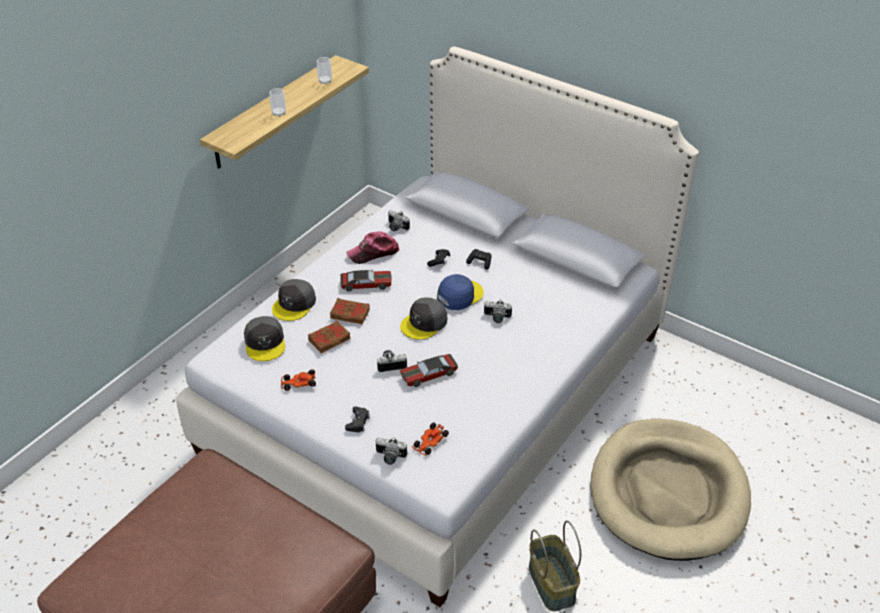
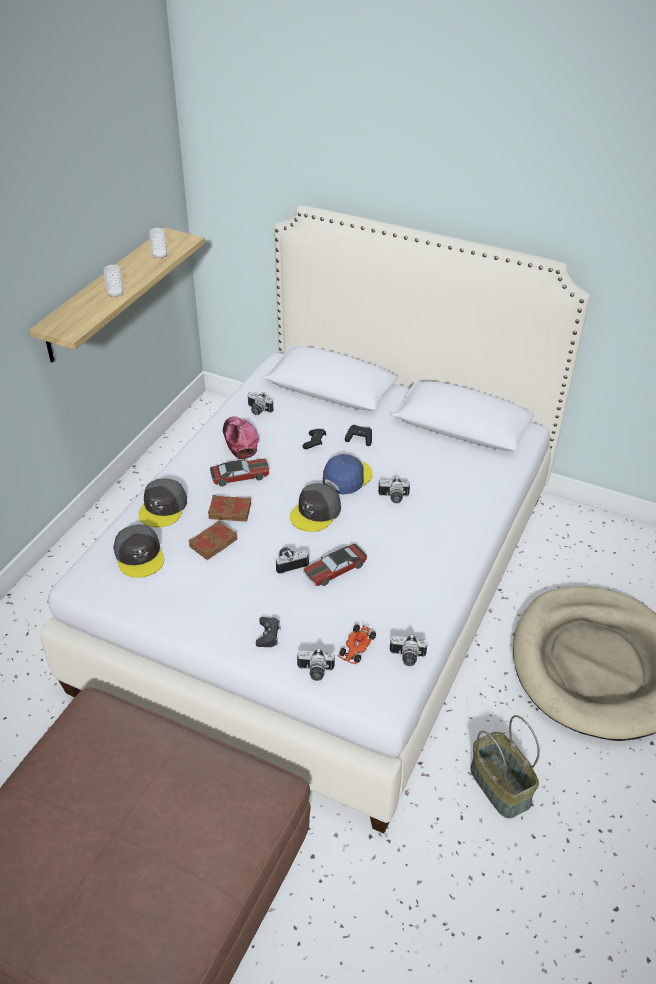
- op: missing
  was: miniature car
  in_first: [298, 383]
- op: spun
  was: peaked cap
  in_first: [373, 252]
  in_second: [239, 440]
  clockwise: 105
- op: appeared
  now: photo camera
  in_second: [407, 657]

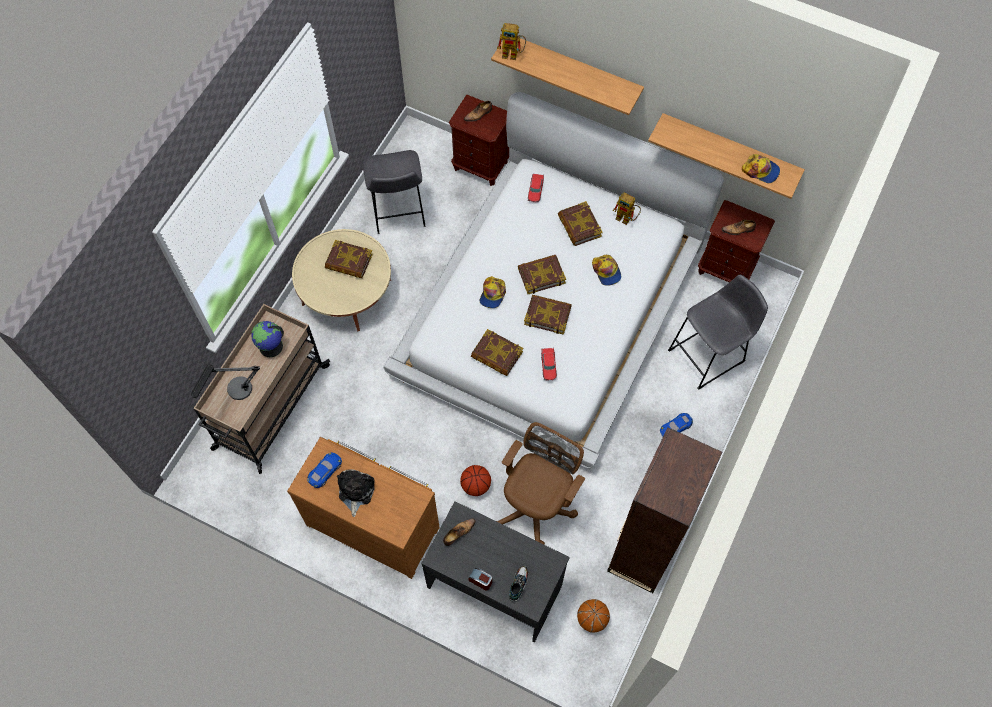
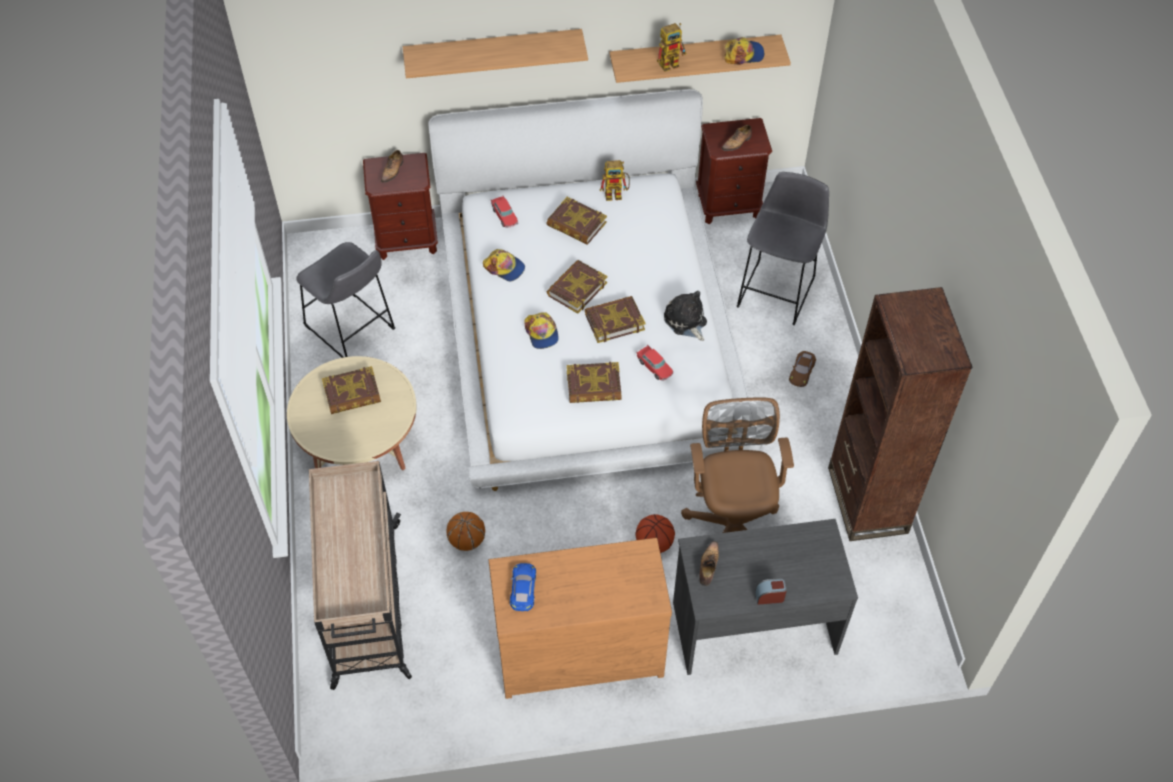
- op: missing
  was: lamp for a table
  in_first: [235, 394]
- op: missing
  was: desk globe
  in_first: [271, 347]
- op: relocated
  was: cuddly toy
  in_first: [355, 491]
  in_second: [686, 322]
- op: relocated
  was: toy robot
  in_first: [513, 54]
  in_second: [672, 63]
- op: missing
  was: shoe
  in_first: [518, 584]
- op: relocated
  was: basketball
  in_first: [592, 619]
  in_second: [467, 540]
- op: relocated
  was: peaked cap
  in_first: [606, 271]
  in_second: [504, 267]
- op: colour
  was: miniature car (blue-coloured)
  now: miniature car (brownish)
  in_first: [675, 427]
  in_second: [802, 371]

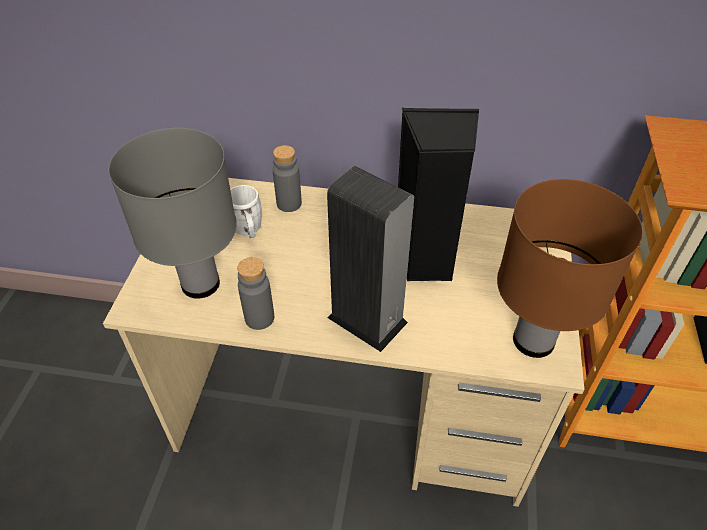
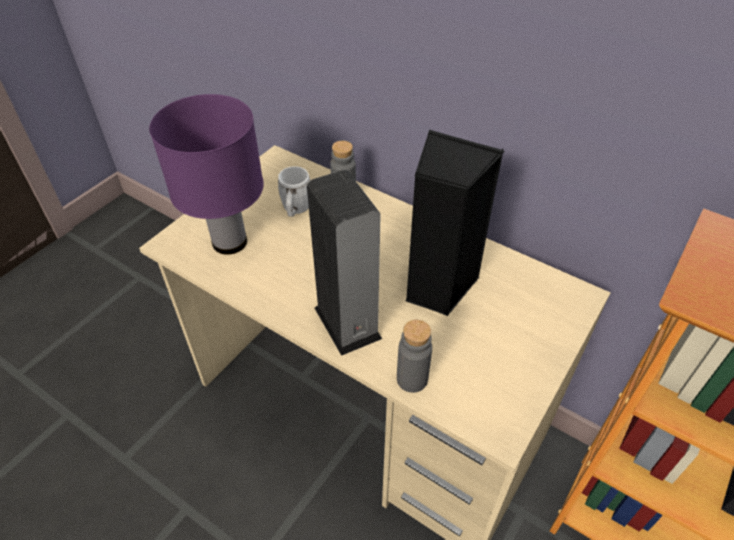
- op: colour
  was: lamp for a table (grey)
  now: lamp for a table (purple)
  in_first: [201, 283]
  in_second: [231, 242]
- op: relocated
  was: drink bottle (grey)
  in_first: [259, 318]
  in_second: [412, 379]
- op: missing
  was: lamp for a table (brownish)
  in_first: [532, 340]

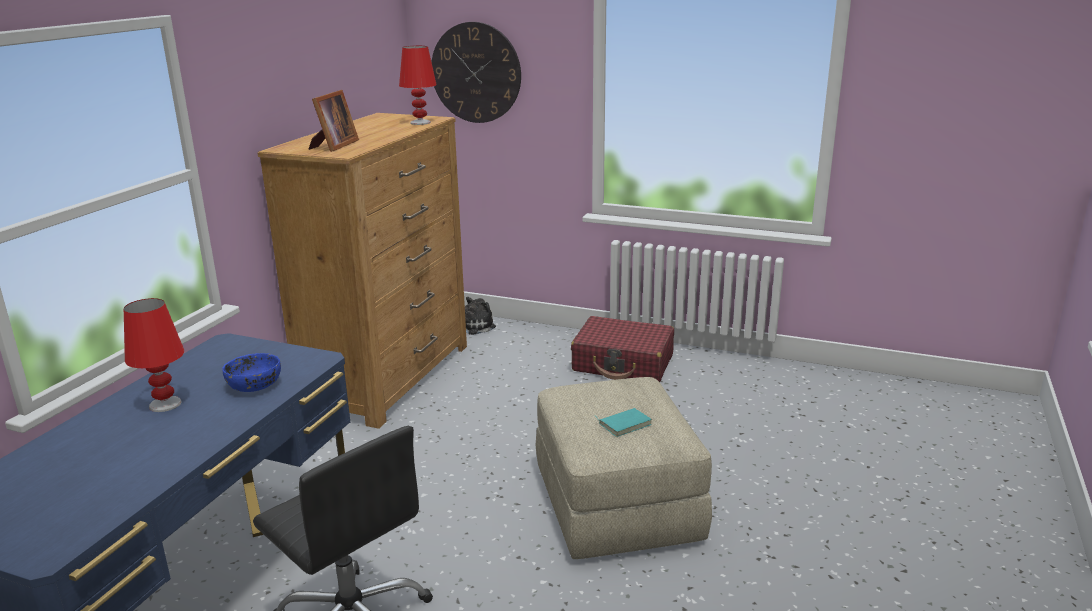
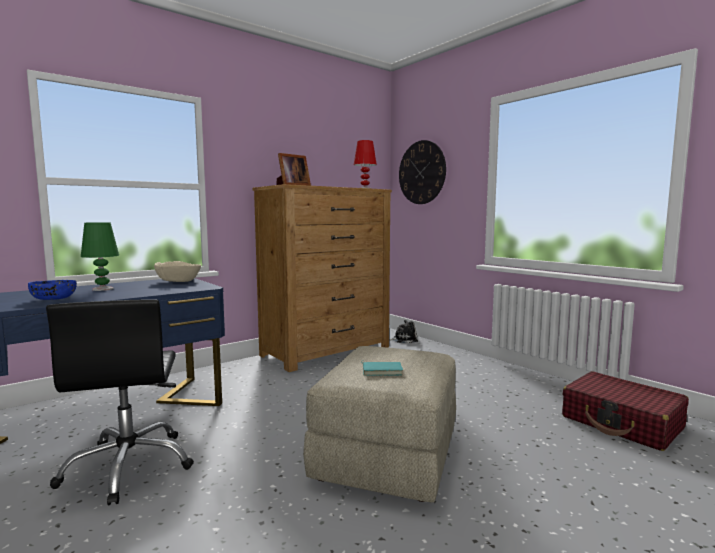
- op: colour
  was: lamp for a table (red-coloured)
  now: lamp for a table (green)
  in_first: [165, 404]
  in_second: [103, 289]
- op: relocated
  was: deep dish (blue-coloured)
  in_first: [255, 385]
  in_second: [54, 299]
- op: relocated
  was: suitcase (red-coloured)
  in_first: [623, 363]
  in_second: [622, 423]
- op: appeared
  now: deep dish (beige)
  in_second: [178, 281]

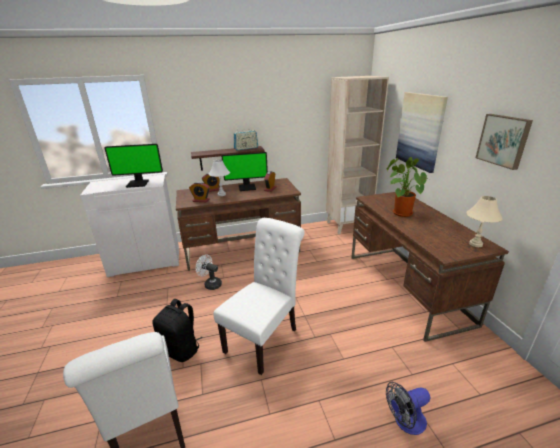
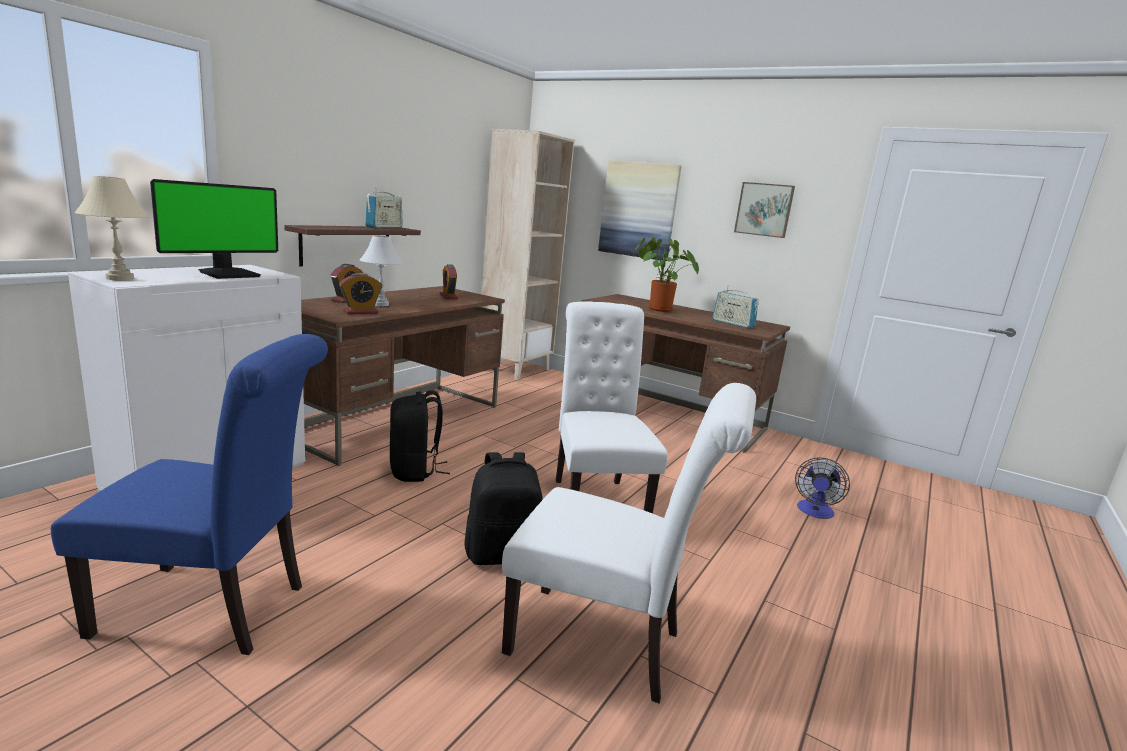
- op: exchanged
  was: cooling fan (white-coloured)
  now: knapsack (black)
  in_first: [210, 284]
  in_second: [415, 471]
- op: missing
  was: computer display
  in_first: [247, 187]
- op: relocated
  was: lamp for a table (beige)
  in_first: [475, 244]
  in_second: [120, 278]
- op: appeared
  now: upright chair (blue-coloured)
  in_second: [214, 610]
- op: appeared
  now: radio
  in_second: [732, 323]

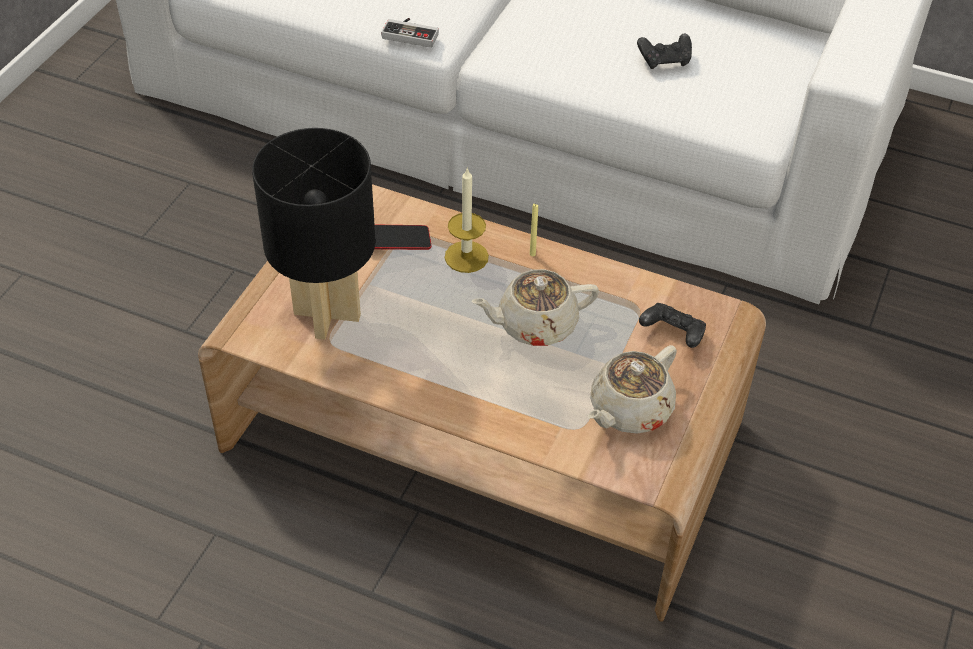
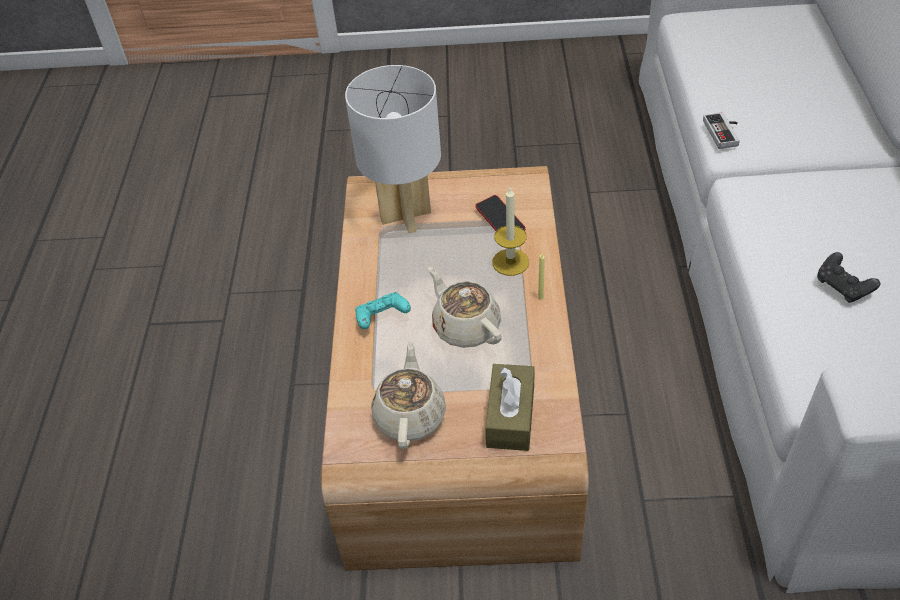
- op: colour
  was: lamp for a table (black)
  now: lamp for a table (white-coloured)
  in_first: [326, 313]
  in_second: [406, 215]
- op: spun
  was: tea pot (beige)
  in_first: [629, 410]
  in_second: [410, 415]
  clockwise: 75
- op: exchanged
  was: gamepad (black)
  now: box of tissues (brownish)
  in_first: [672, 334]
  in_second: [510, 416]
- op: appeared
  now: gamepad (turquoise-coloured)
  in_second: [382, 318]

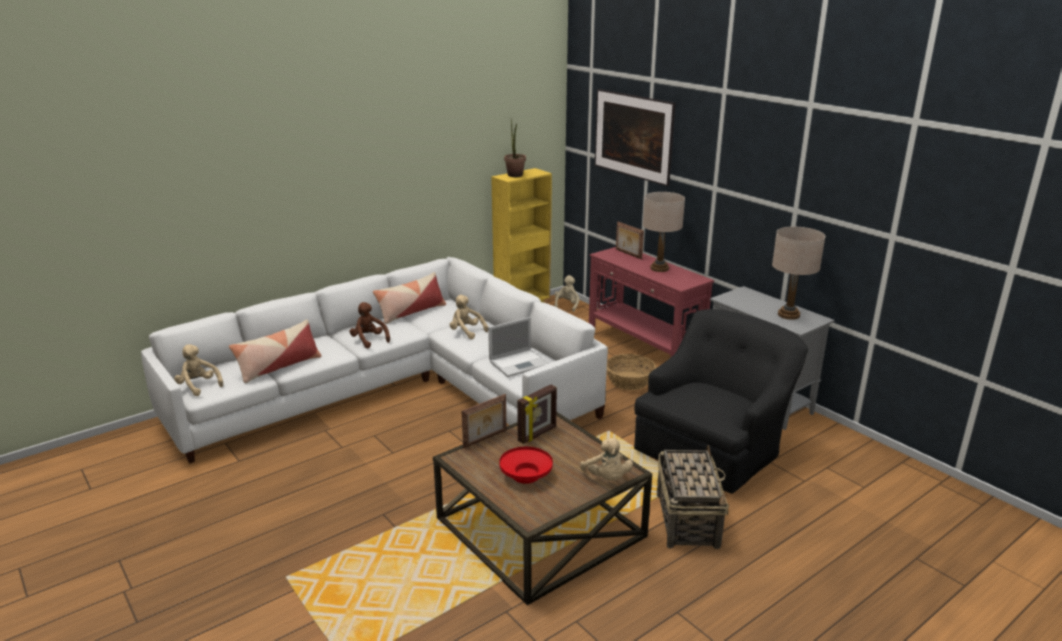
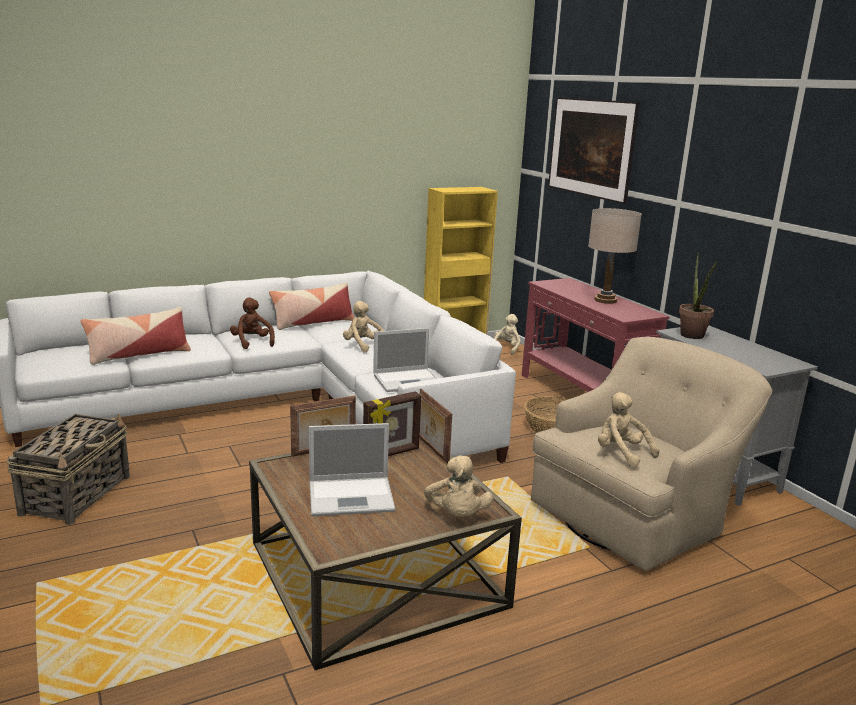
- op: relocated
  was: cuddly toy (beige)
  in_first: [198, 386]
  in_second: [621, 453]
- op: exchanged
  was: deep dish (red-coloured)
  now: notebook computer
  in_first: [526, 475]
  in_second: [353, 496]
- op: relocated
  was: houseplant
  in_first: [515, 176]
  in_second: [693, 337]
- op: relocated
  was: standing frame
  in_first: [628, 254]
  in_second: [432, 449]
- op: colour
  was: armchair (black)
  now: armchair (beige)
  in_first: [713, 448]
  in_second: [635, 514]
- op: relocated
  was: household basket
  in_first: [687, 519]
  in_second: [77, 494]
- op: missing
  was: lamp for a table (beige)
  in_first: [788, 315]

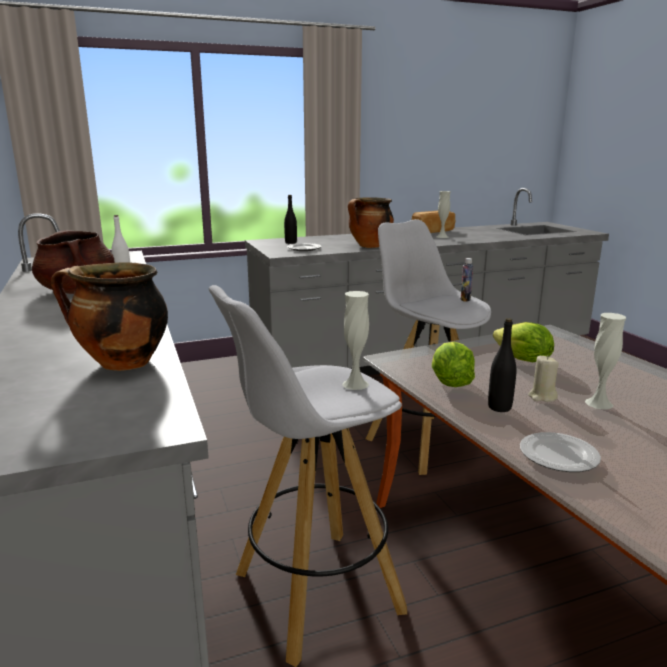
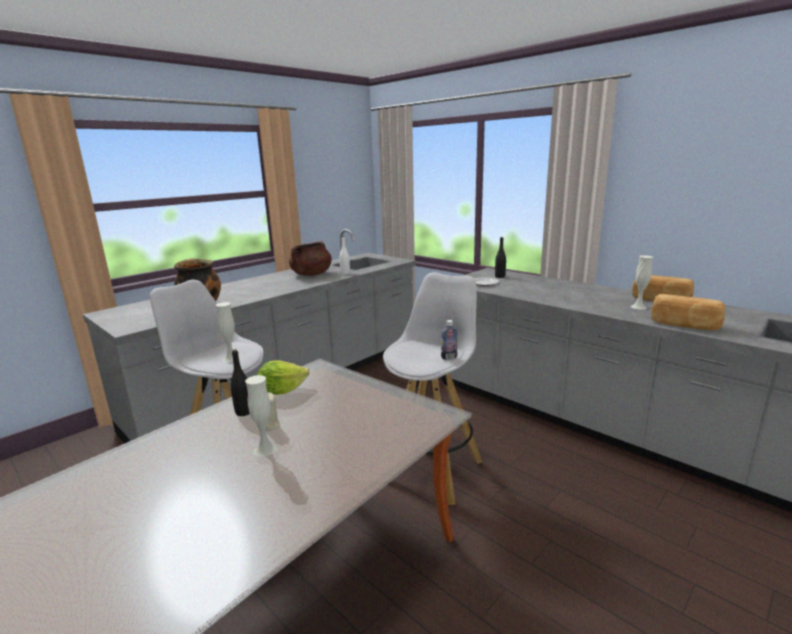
- op: missing
  was: saucepot
  in_first: [370, 246]
- op: missing
  was: head of lettuce
  in_first: [523, 360]
- op: missing
  was: plate
  in_first: [558, 455]
- op: appeared
  now: bakery bread
  in_second: [684, 325]

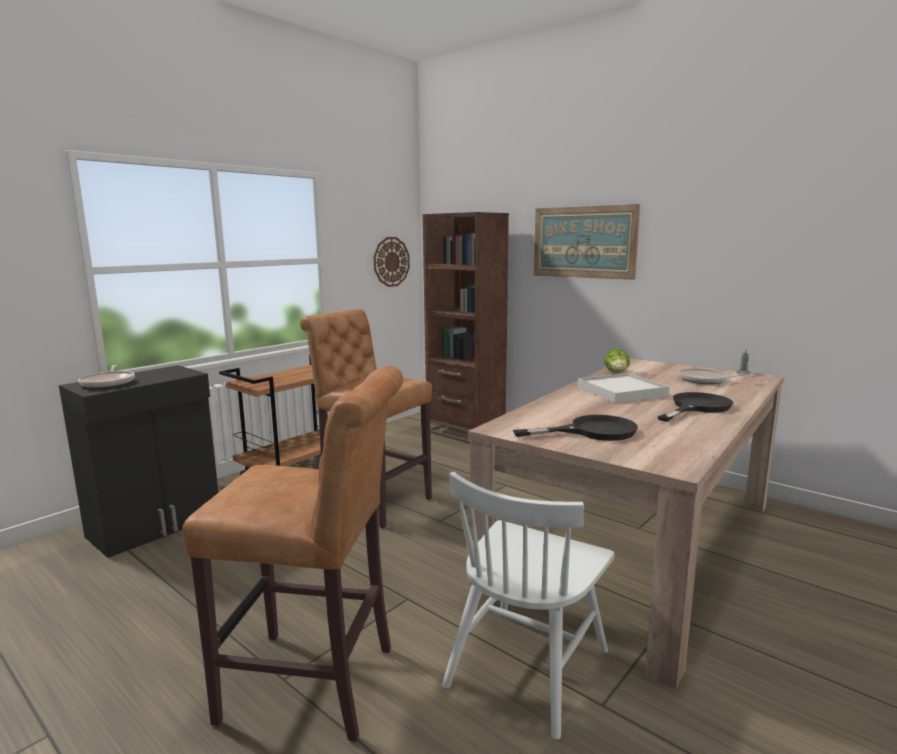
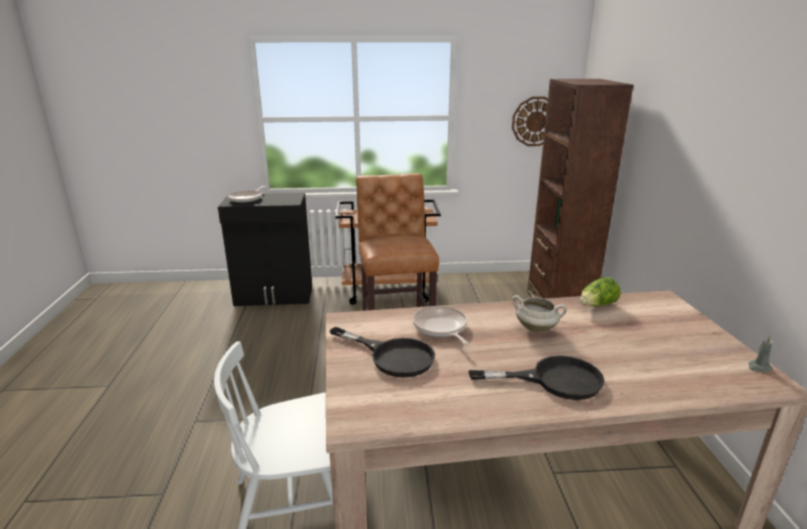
- op: missing
  was: sitting stool (brownish)
  in_first: [318, 685]
- op: missing
  was: picture
  in_first: [583, 242]
- op: exchanged
  was: serving tray (white-coloured)
  now: saucepot (white-coloured)
  in_first: [621, 391]
  in_second: [536, 328]
- op: relocated
  was: frying pan
  in_first: [705, 380]
  in_second: [441, 327]

